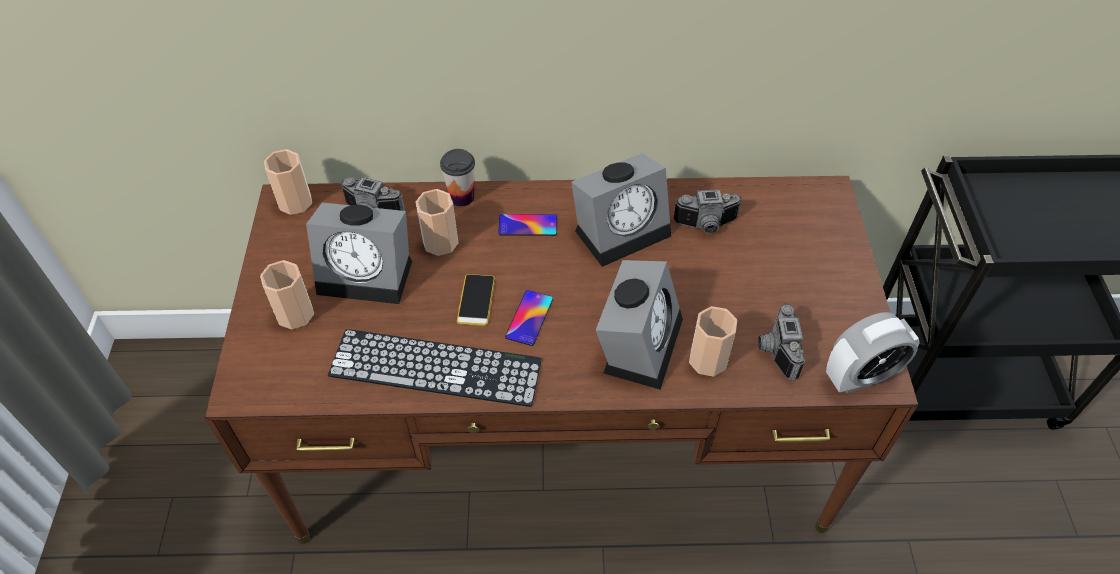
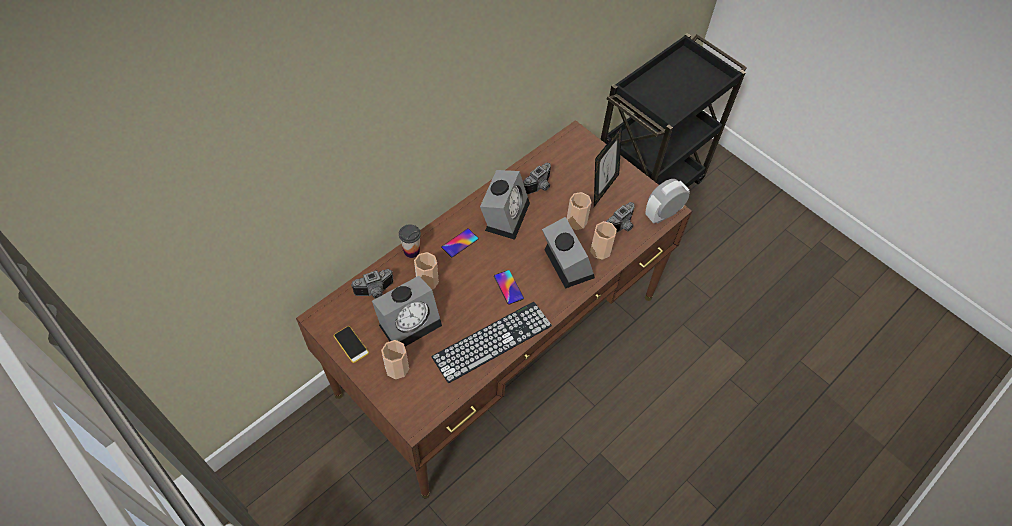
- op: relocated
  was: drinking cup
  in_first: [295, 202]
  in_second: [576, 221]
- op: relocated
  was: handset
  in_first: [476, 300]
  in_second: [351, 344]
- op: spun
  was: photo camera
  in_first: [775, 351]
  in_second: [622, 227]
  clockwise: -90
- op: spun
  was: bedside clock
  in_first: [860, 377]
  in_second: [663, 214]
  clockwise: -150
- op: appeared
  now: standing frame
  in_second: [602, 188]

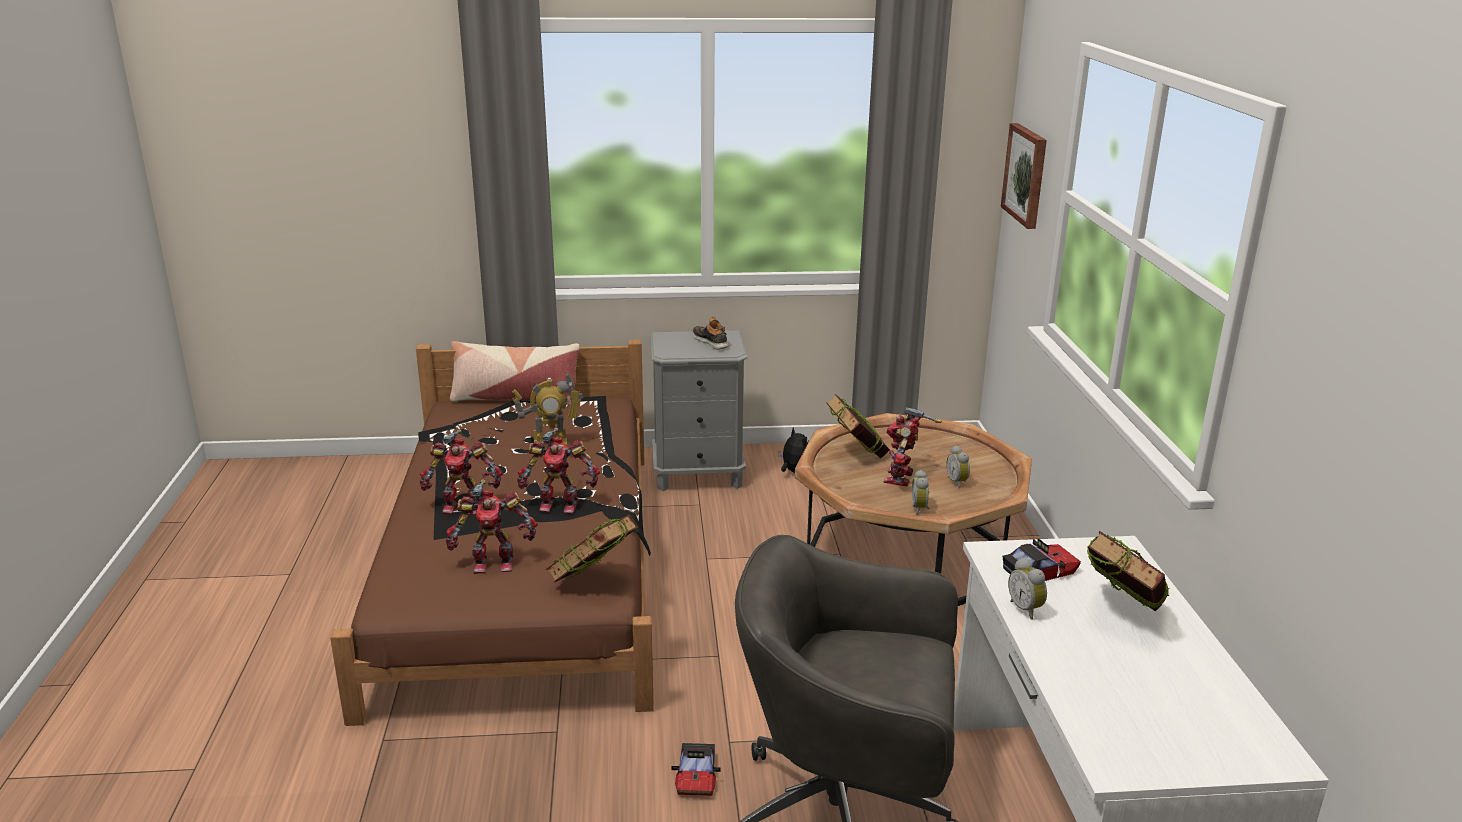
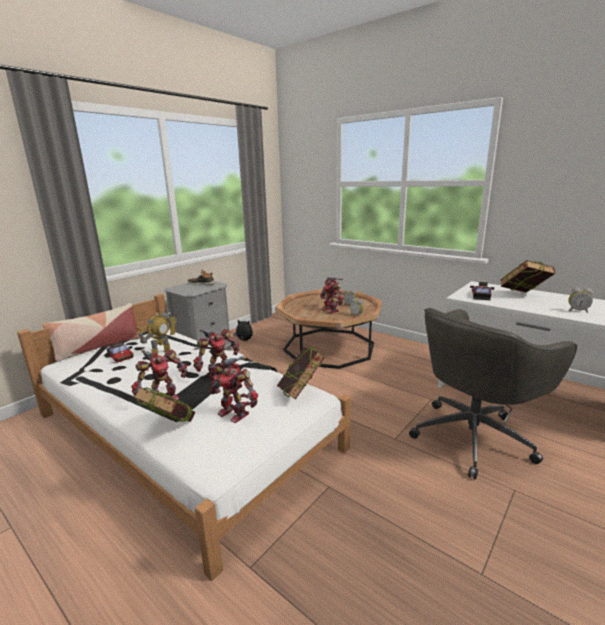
- op: colour
  was: bed (brownish)
  now: bed (white-coloured)
  in_first: [523, 568]
  in_second: [183, 430]
- op: spun
  was: toy robot
  in_first: [493, 563]
  in_second: [235, 413]
  clockwise: 90
- op: relocated
  was: miniature car
  in_first: [696, 776]
  in_second: [120, 356]
- op: relocated
  was: volume
  in_first: [856, 455]
  in_second: [169, 429]
- op: missing
  was: picture
  in_first: [1026, 175]
- op: relocated
  was: bedside clock
  in_first: [1026, 609]
  in_second: [577, 311]

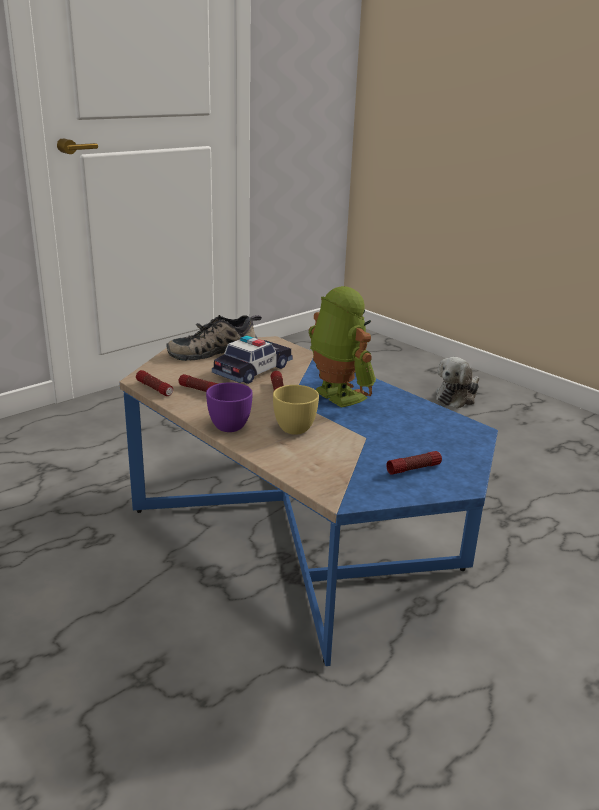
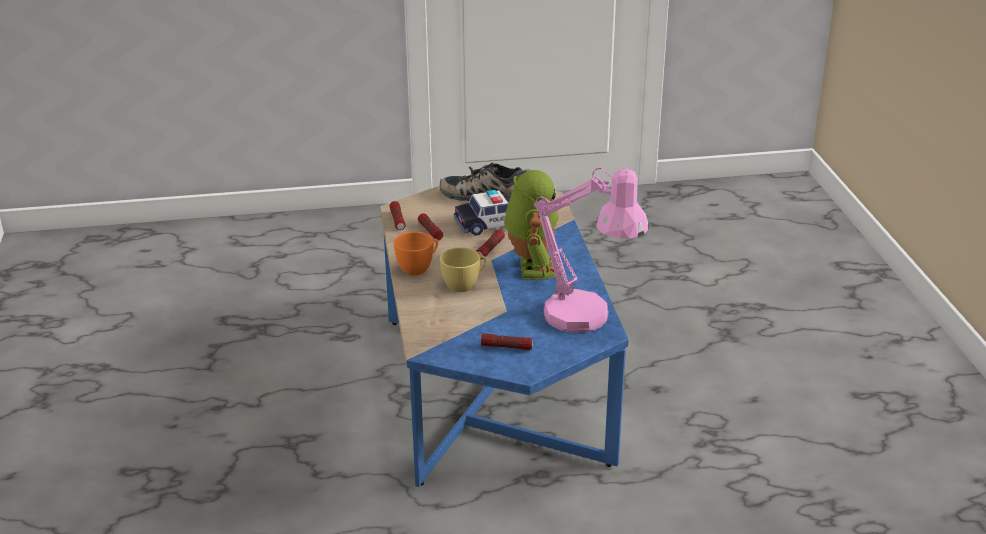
- op: colour
  was: drinking cup (purple)
  now: drinking cup (orangey)
  in_first: [231, 424]
  in_second: [418, 268]
- op: missing
  was: cuddly toy
  in_first: [457, 397]
- op: appeared
  now: lamp for a table (pink-coloured)
  in_second: [587, 320]

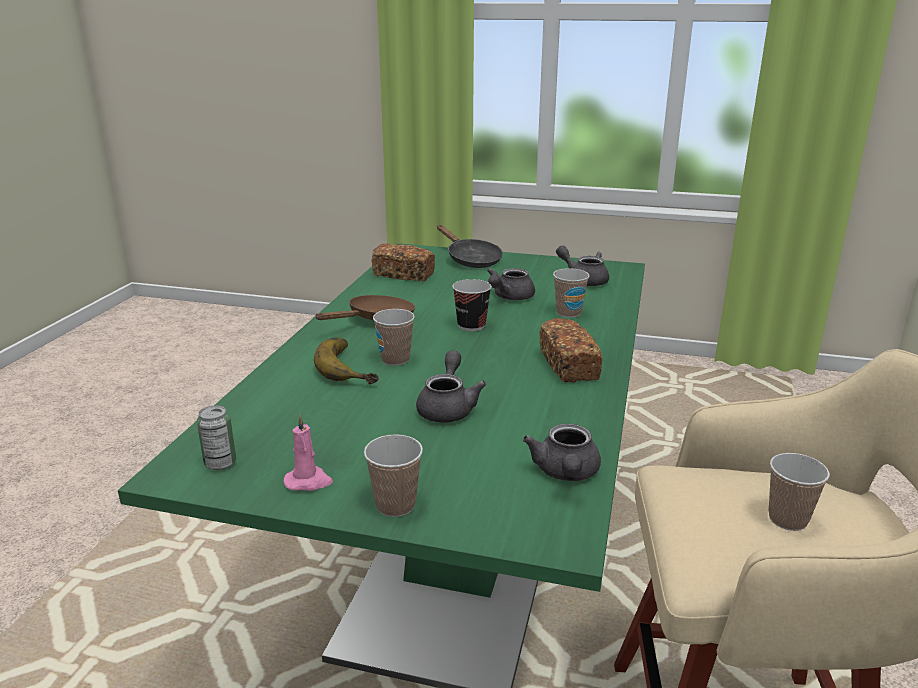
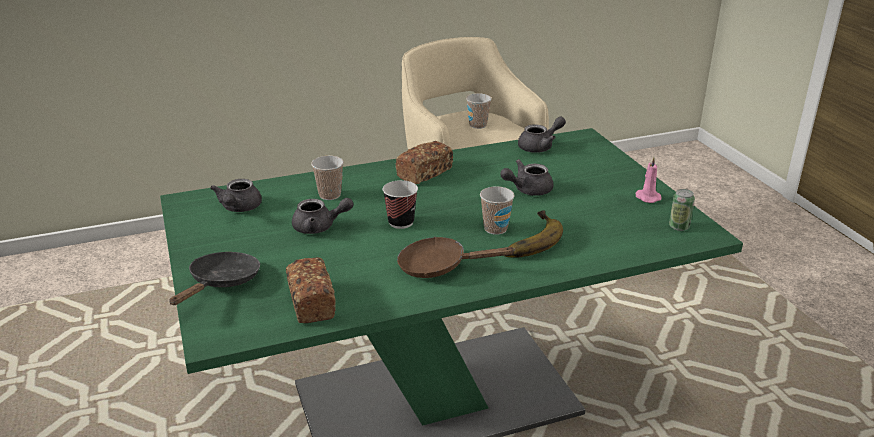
- op: missing
  was: drinking cup
  in_first: [395, 505]

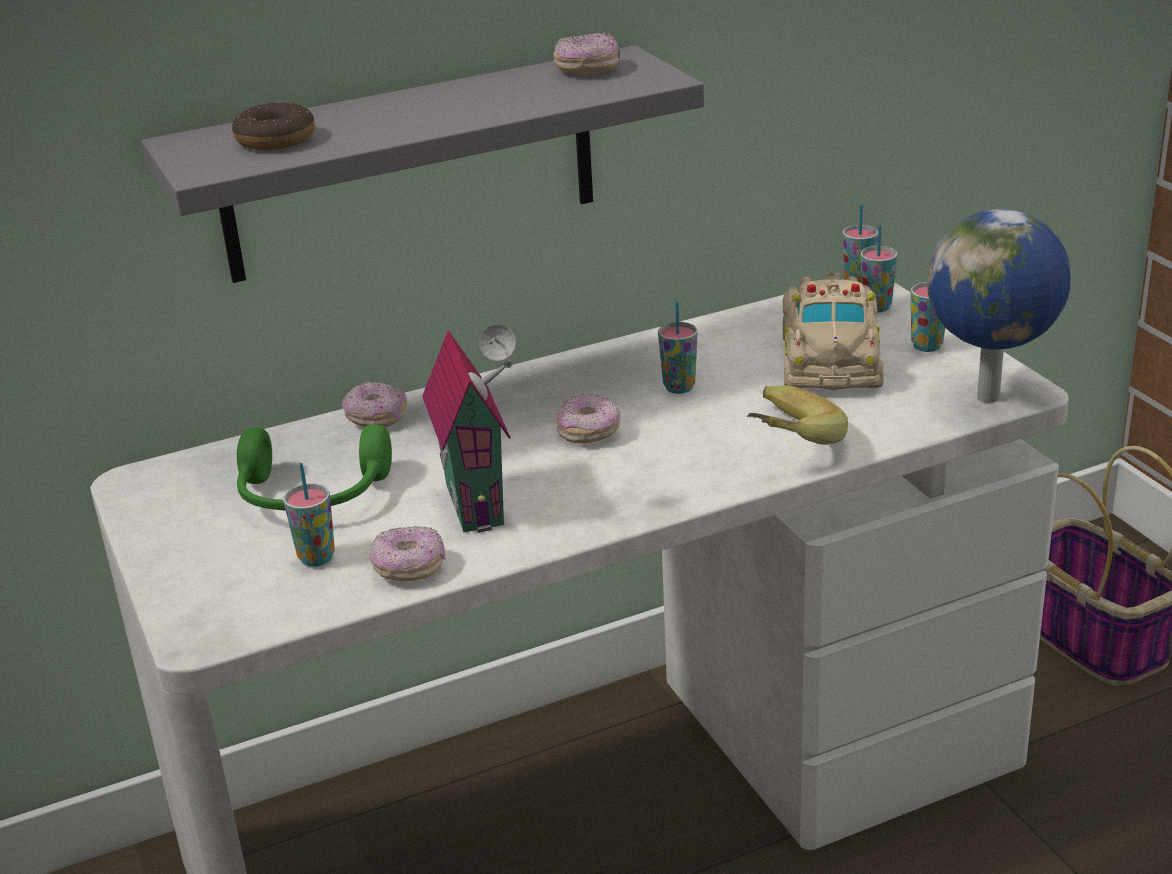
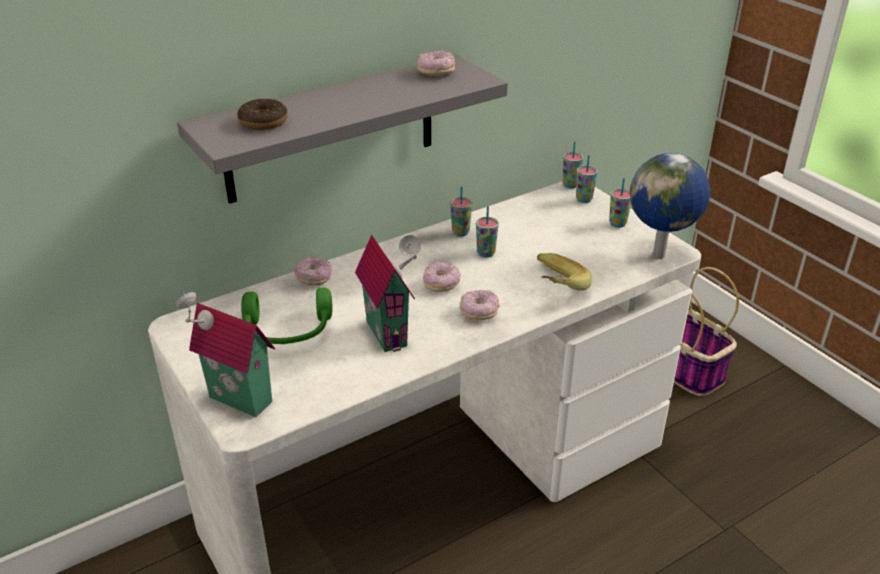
- op: relocated
  was: drinking cup
  in_first: [316, 558]
  in_second: [460, 232]
- op: relocated
  was: donut
  in_first: [409, 568]
  in_second: [479, 313]
- op: missing
  was: miniature car (beige)
  in_first: [832, 357]
- op: appeared
  now: toy house
  in_second: [237, 401]

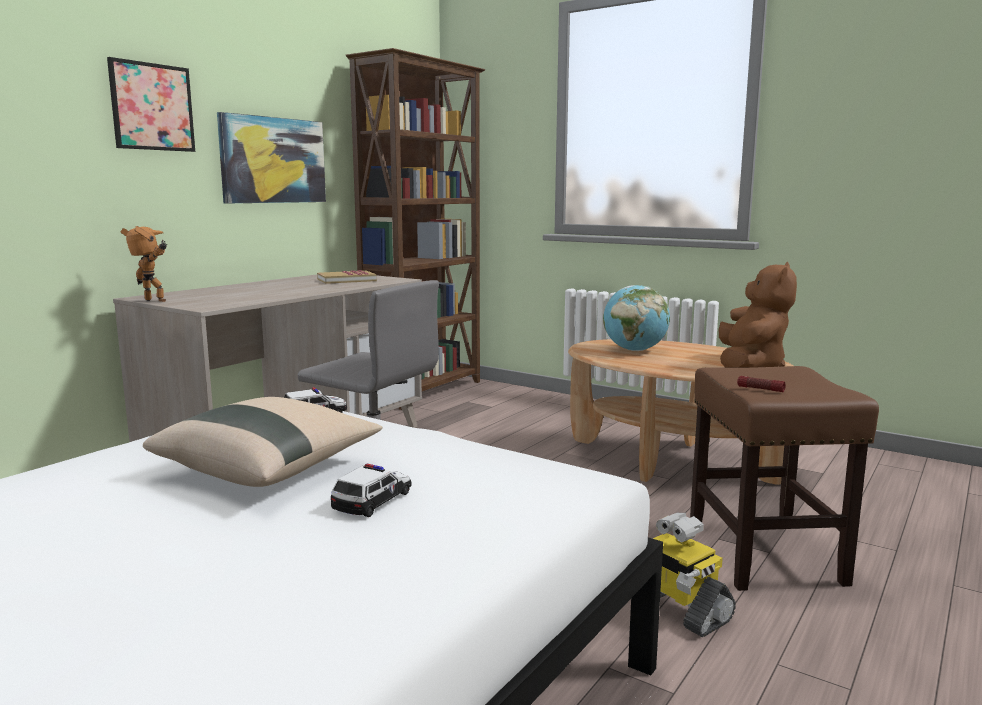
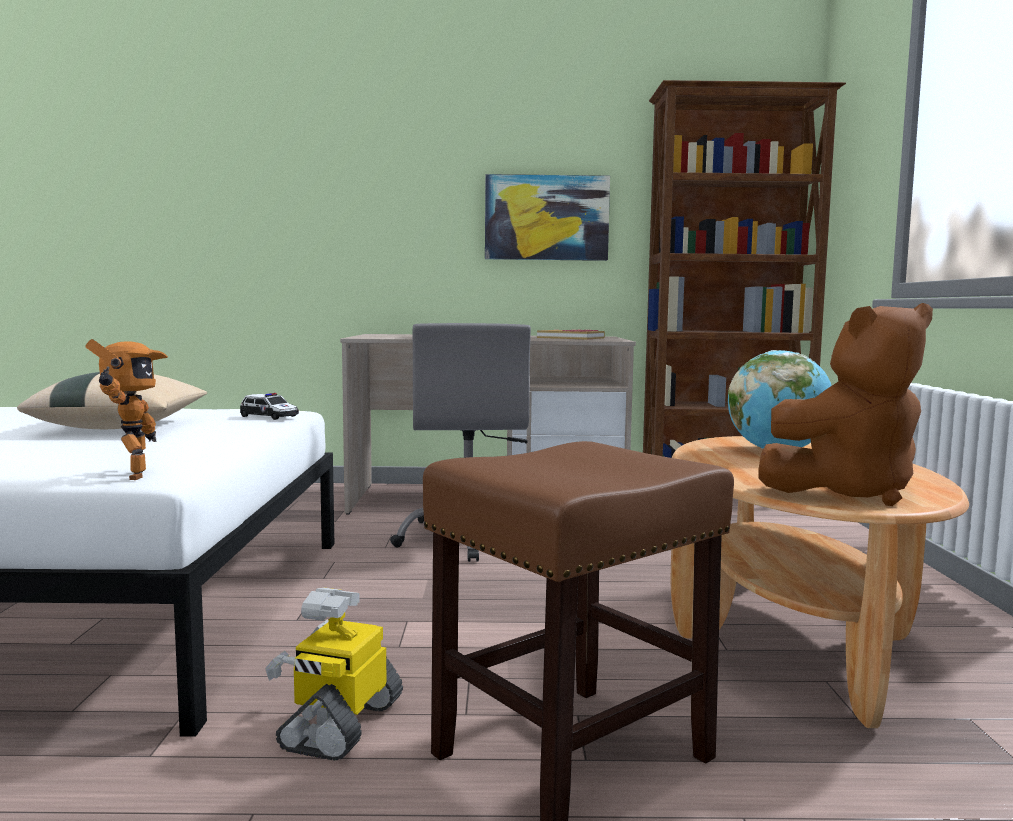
- op: missing
  was: picture
  in_first: [152, 107]
- op: relocated
  was: toy robot
  in_first: [152, 301]
  in_second: [130, 476]
- op: missing
  was: miniature car
  in_first: [373, 500]
- op: missing
  was: flashlight
  in_first: [760, 389]

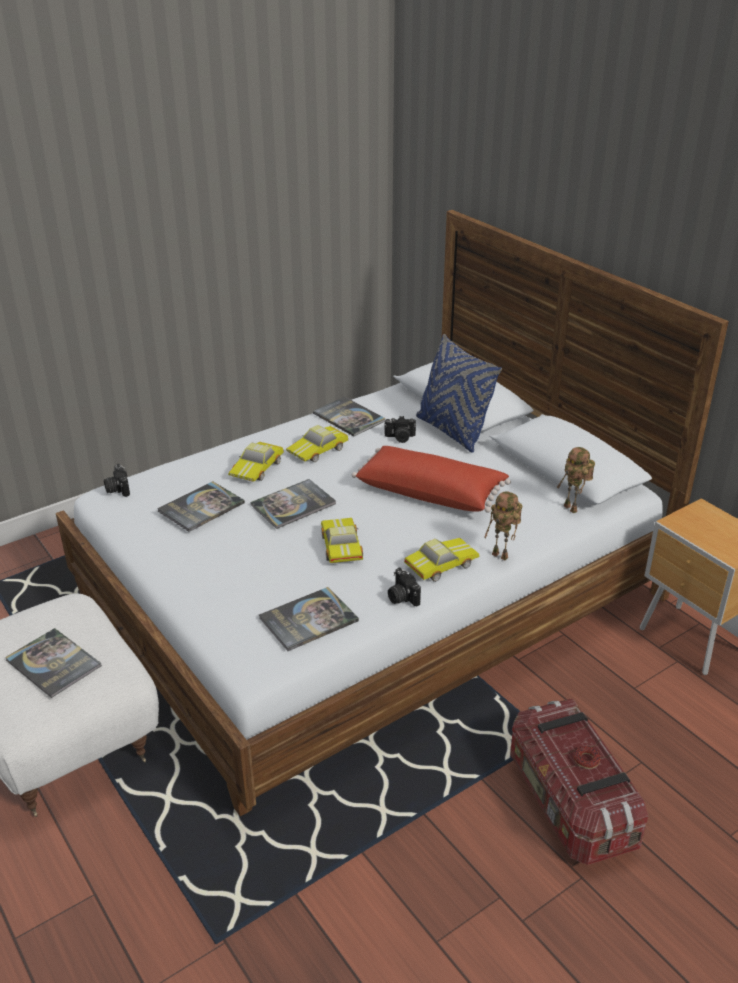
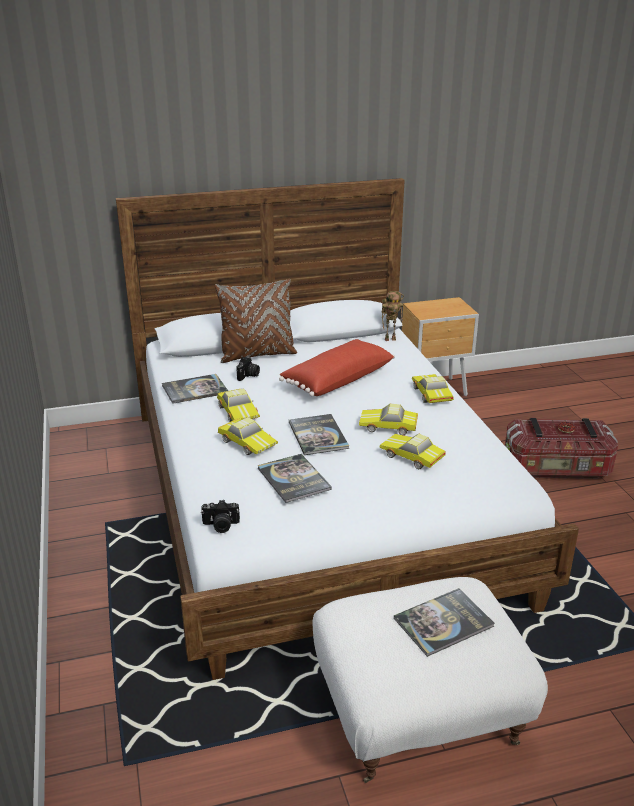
- op: missing
  was: volume
  in_first: [308, 619]
- op: missing
  was: photo camera
  in_first: [401, 597]
- op: colour
  was: throw pillow (blue-coloured)
  now: throw pillow (brownish)
  in_first: [452, 431]
  in_second: [257, 355]
- op: missing
  was: toy robot
  in_first: [502, 555]
- op: appeared
  now: miniature car
  in_second: [411, 457]

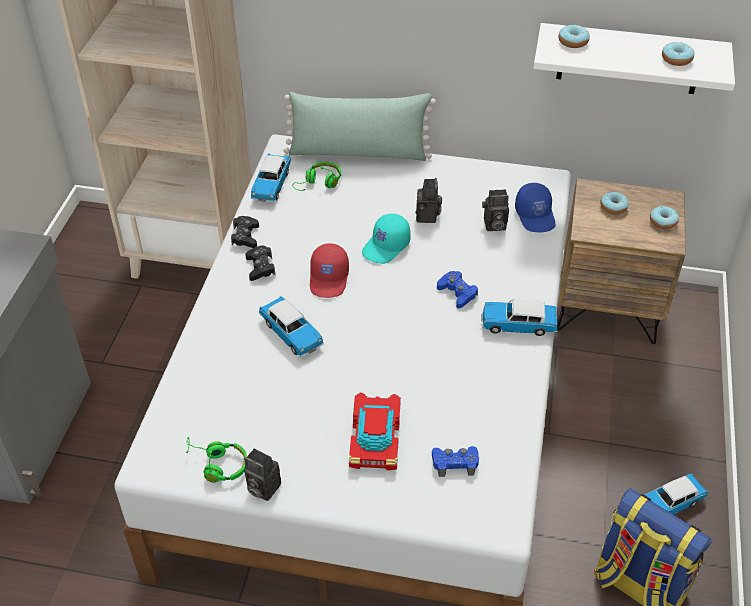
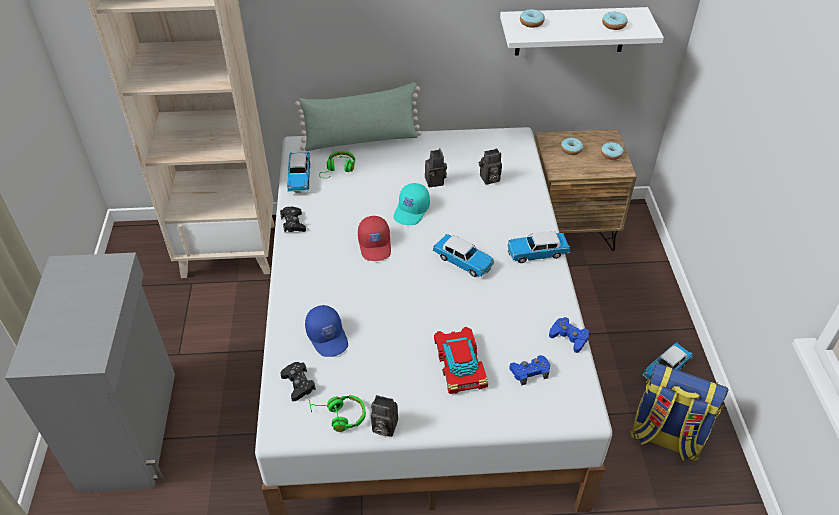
- op: relocated
  was: gamepad (black)
  in_first: [260, 267]
  in_second: [298, 384]
- op: relocated
  was: miniature car
  in_first: [291, 333]
  in_second: [463, 261]
- op: relocated
  was: gamepad (blue-coloured)
  in_first: [457, 293]
  in_second: [569, 337]
- op: relocated
  was: peaked cap (blue-coloured)
  in_first: [536, 216]
  in_second: [328, 337]

